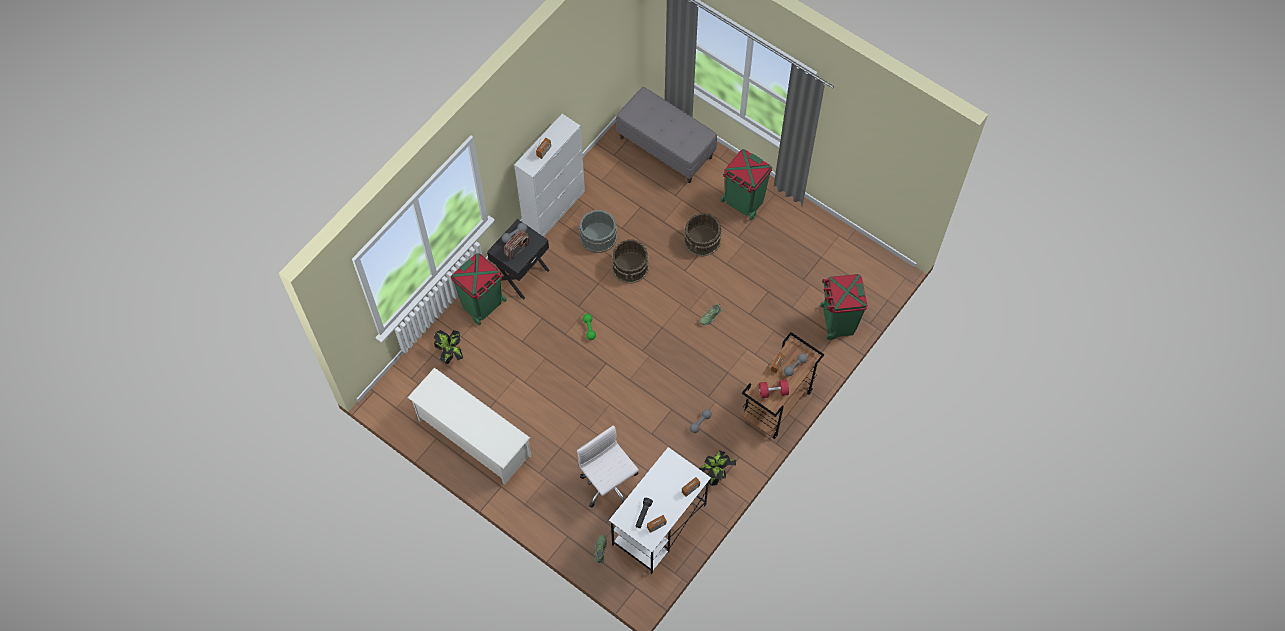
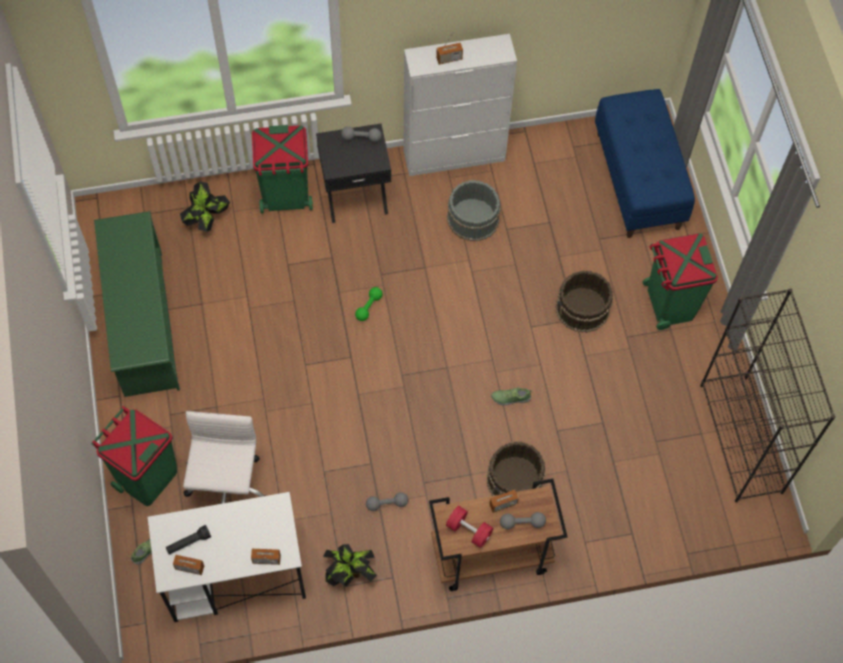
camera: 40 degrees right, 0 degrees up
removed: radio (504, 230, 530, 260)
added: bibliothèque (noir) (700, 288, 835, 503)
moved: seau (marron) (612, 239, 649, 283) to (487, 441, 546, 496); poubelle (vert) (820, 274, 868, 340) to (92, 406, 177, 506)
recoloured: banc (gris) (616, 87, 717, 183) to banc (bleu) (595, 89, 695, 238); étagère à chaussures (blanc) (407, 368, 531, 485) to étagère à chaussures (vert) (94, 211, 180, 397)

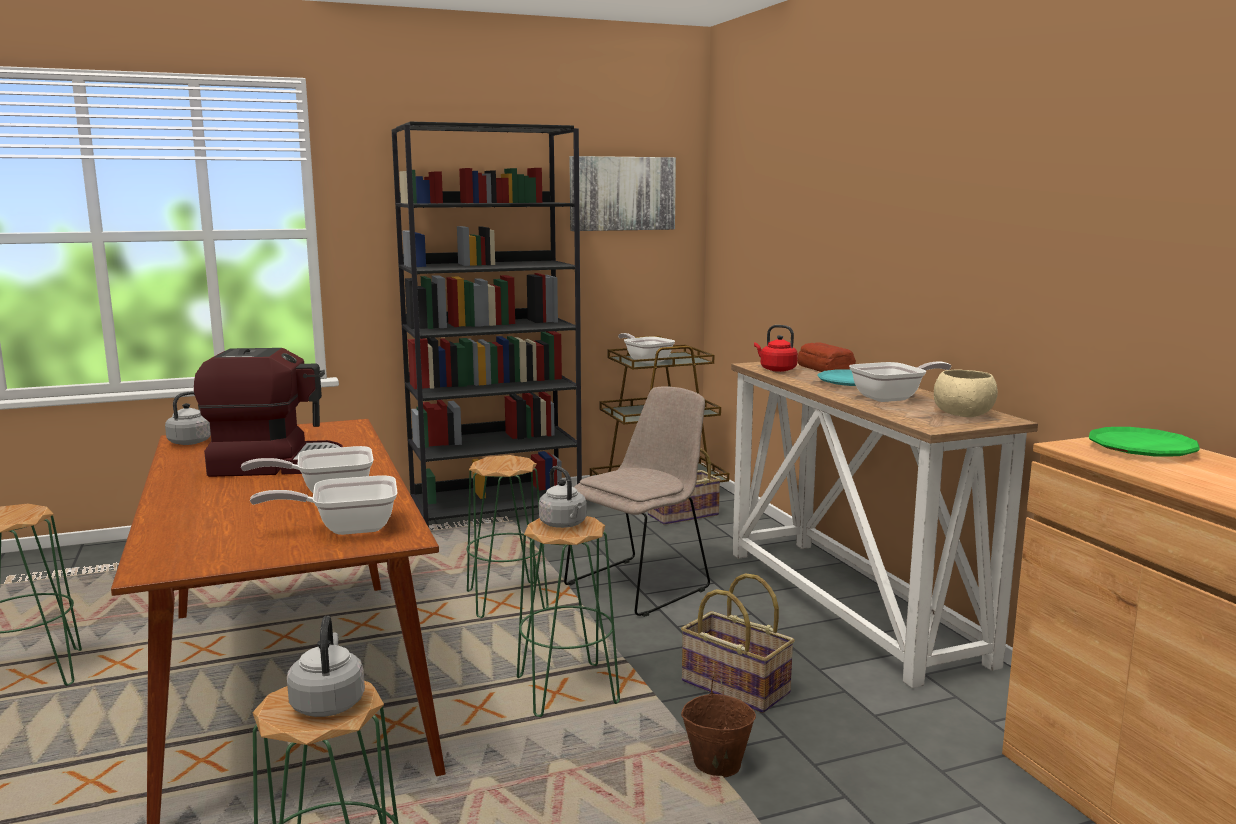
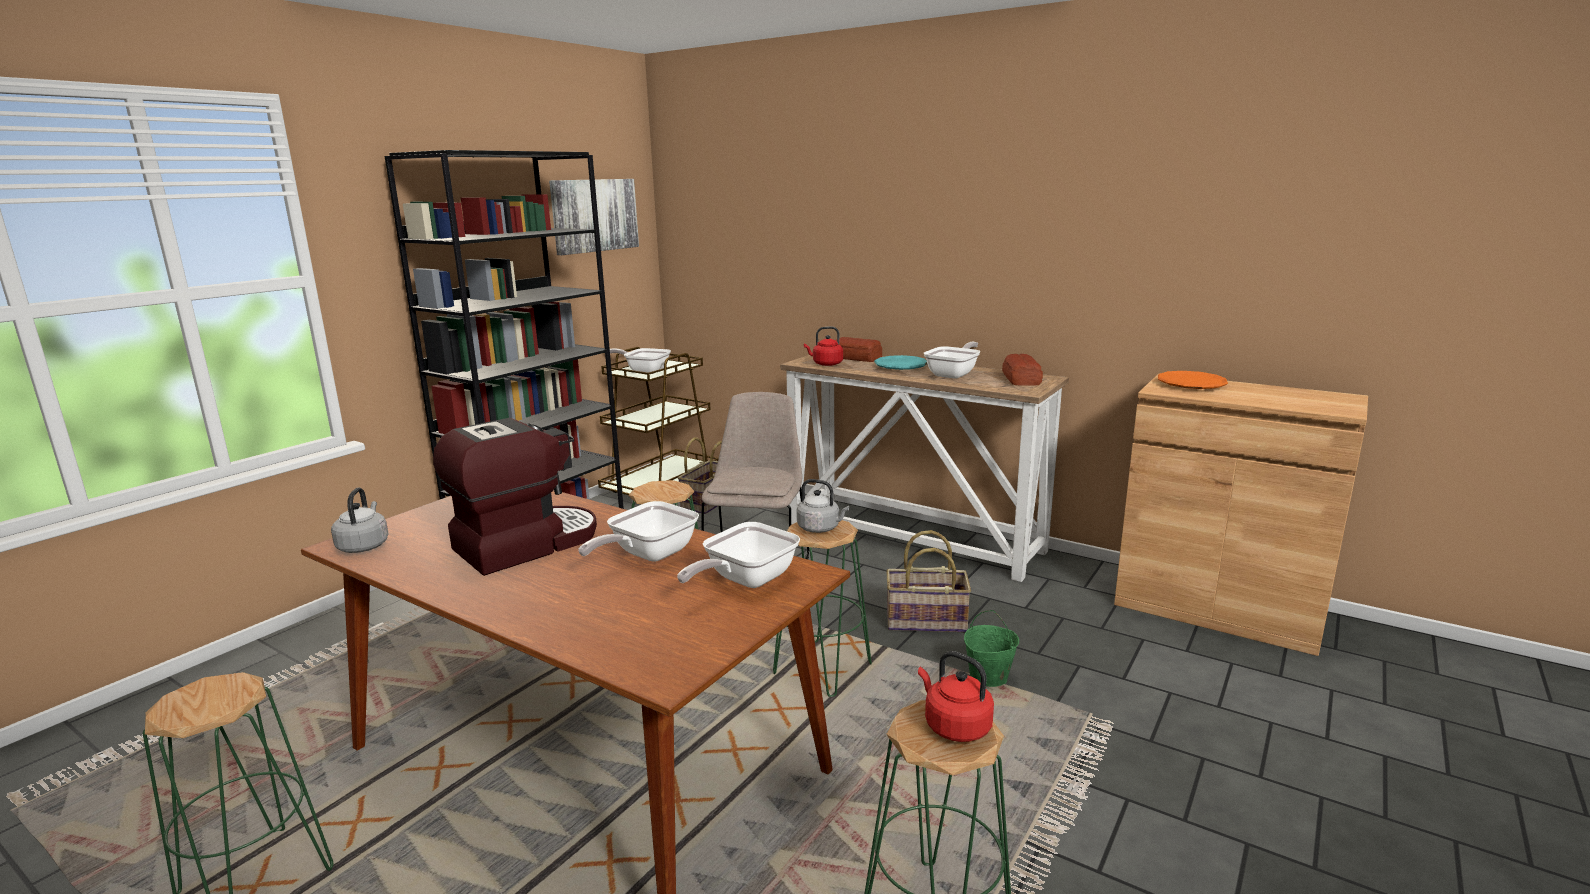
camera: 35 degrees left, 5 degrees up
replaced: bol (beige) (934, 369, 998, 417) to pain (1002, 354, 1043, 386)
recoloured: assiette (vert) (1089, 427, 1200, 457) to assiette (orange) (1158, 371, 1228, 389); bouilloire (gris) (287, 616, 365, 717) to bouilloire (rouge) (918, 651, 994, 742); seau (marron) (681, 674, 756, 777) to seau (vert) (964, 610, 1019, 687)

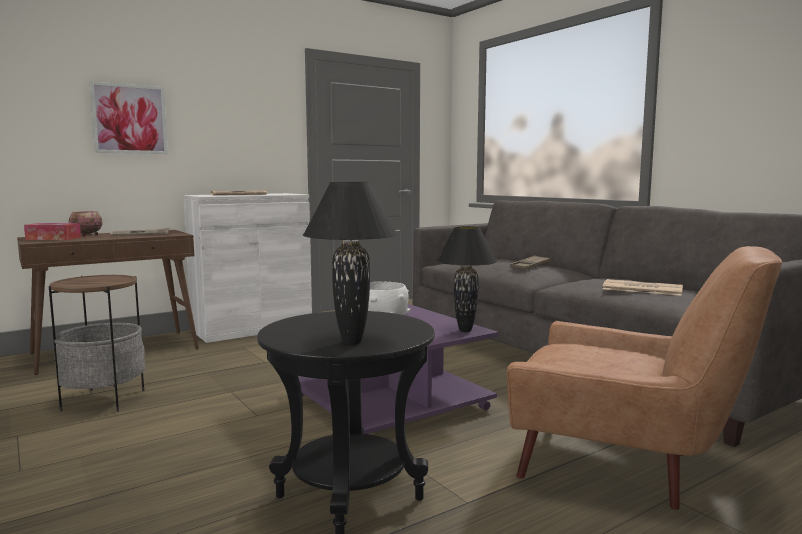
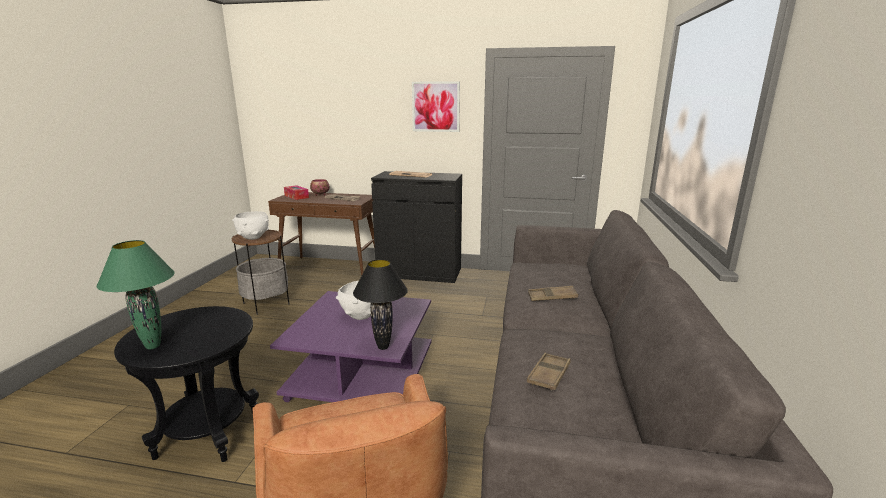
camera: 45 degrees right, 10 degrees up
added: bol (blanc) (232, 211, 269, 240)
moved: tableau (90, 81, 168, 154) to (412, 81, 460, 132)
replaced: journal (602, 279, 683, 296) to plateau (marron) (527, 353, 571, 391)
recoloured: lampe de table (noir) (303, 182, 398, 345) to lampe de table (vert) (96, 240, 175, 349); meuble de rangement (blanc) (183, 193, 312, 343) to meuble de rangement (noir) (371, 171, 462, 283)

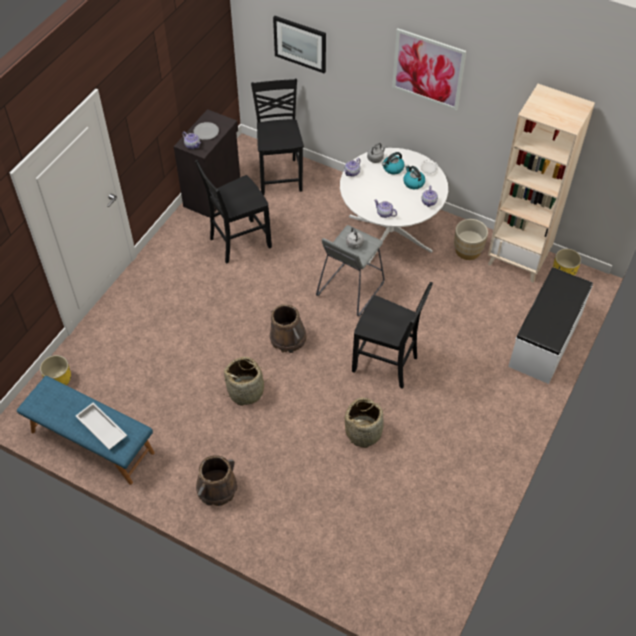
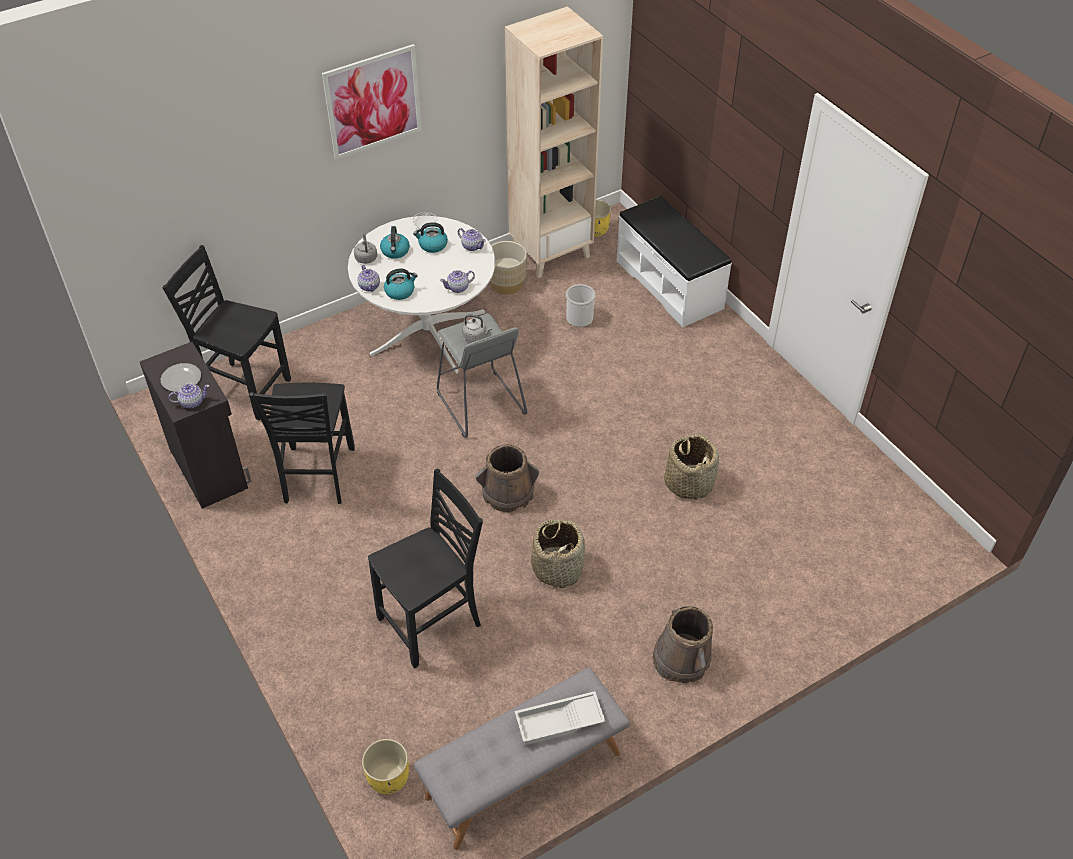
camera: 60 degrees left, 5 degrees down
removed: tableau (273, 16, 326, 73)
added: bouilloire (384, 268, 418, 300); seau (566, 284, 596, 327)
moved: chaise (noir) (352, 282, 433, 389) to (368, 468, 483, 668)
recoloured: banc (bleu) (17, 376, 155, 485) to banc (gris) (414, 667, 630, 850)

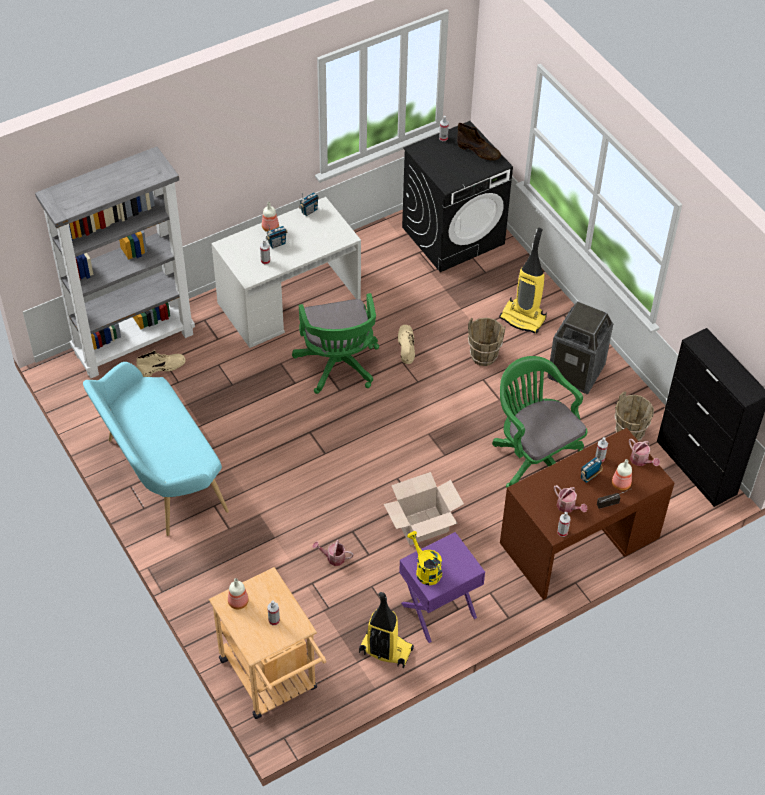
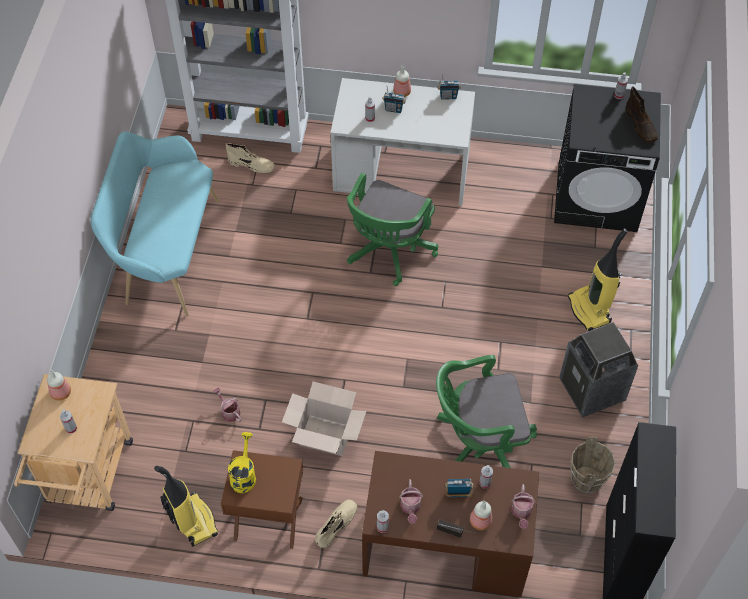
camera: 40 degrees right, 5 degrees up
removed: seau (marron) (468, 318, 506, 366)
moved: botte (beige) (398, 325, 415, 364) to (315, 500, 357, 548)
recoloured: table de chevet (violet) (399, 532, 485, 643) to table de chevet (marron) (221, 450, 303, 549)
turned: chaise de bureau (vert) (492, 356, 587, 488) = (436, 355, 537, 468) 105 degrees counterclockwise

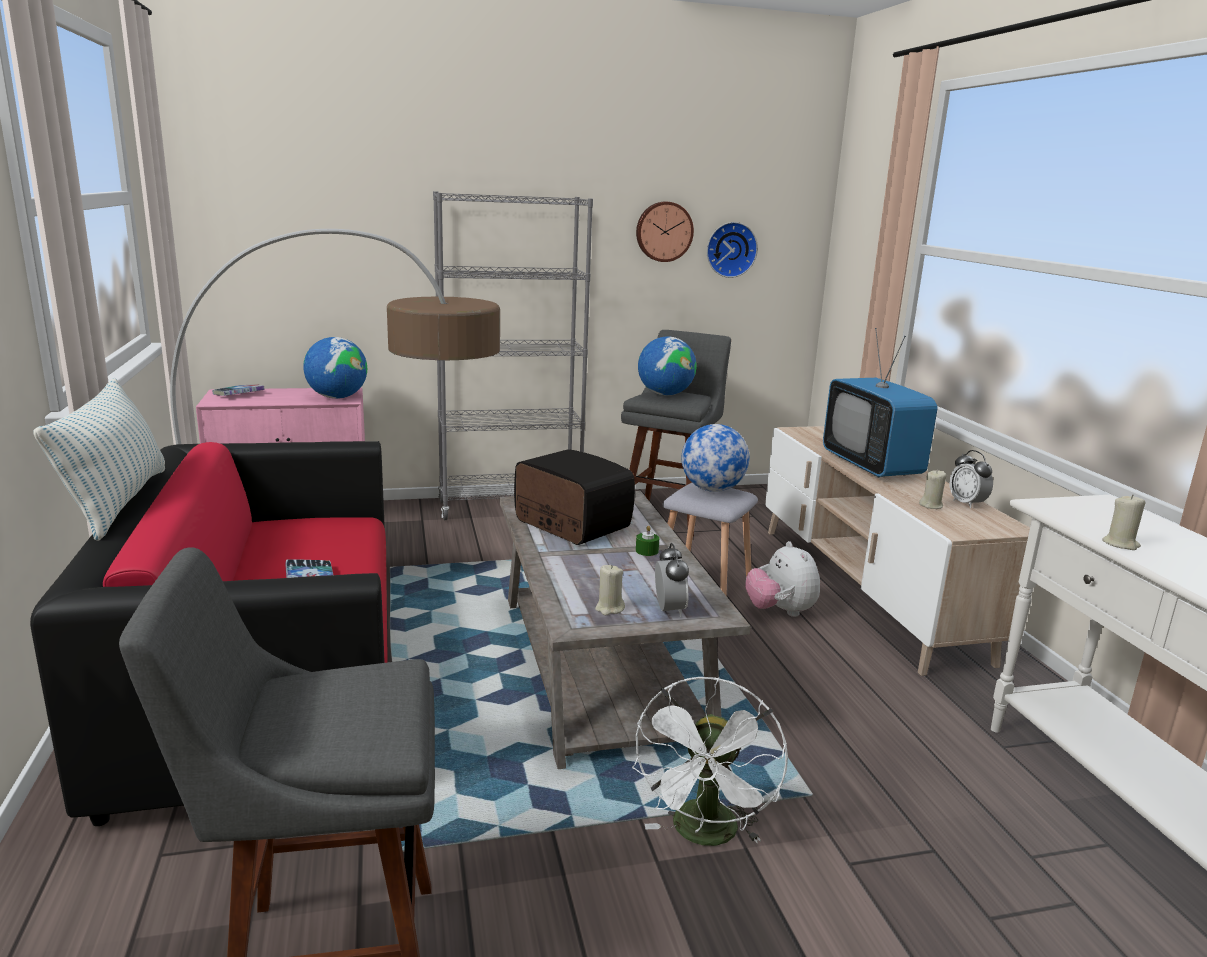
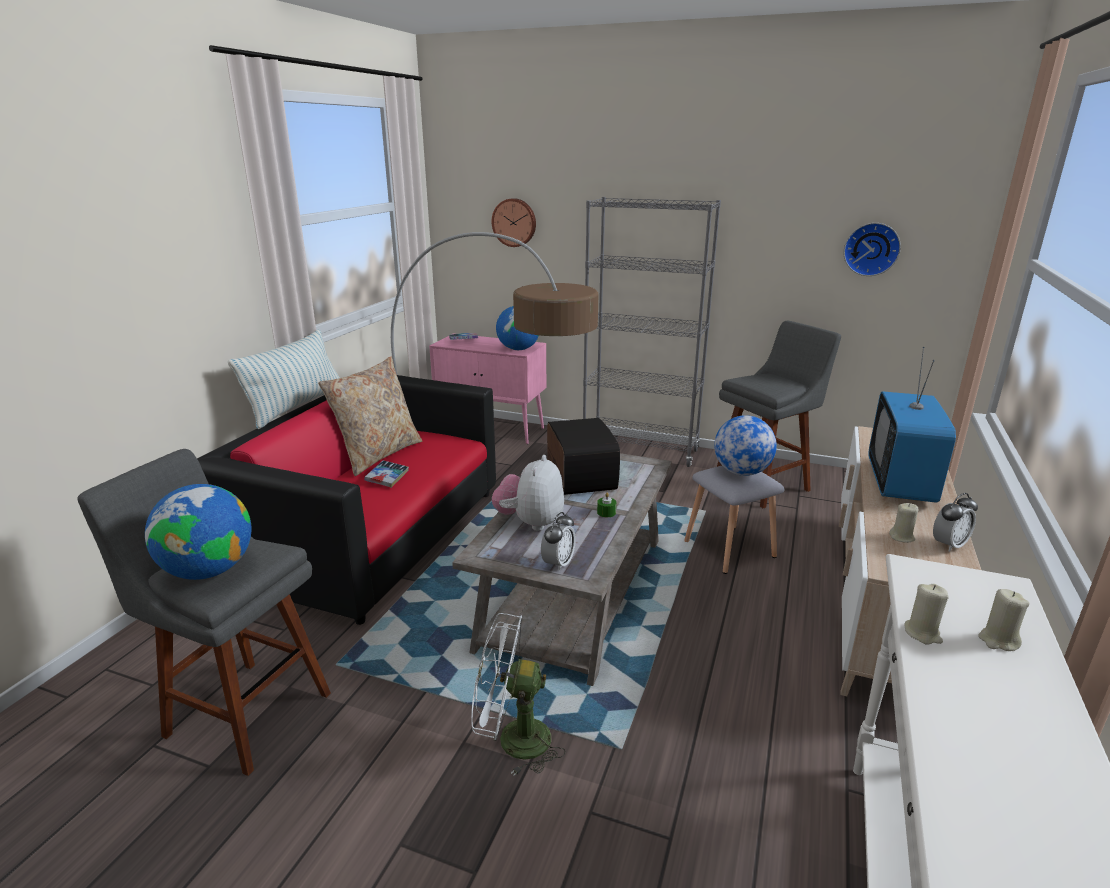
camera: 35 degrees right, 5 degrees up
added: coussin (beige) (318, 356, 422, 476)
moved: horloge murale (636, 202, 694, 262) to (492, 198, 536, 247); globe (638, 336, 697, 395) to (145, 484, 252, 580); peluche (745, 541, 820, 617) to (492, 455, 564, 531); bougie (beige) (595, 564, 625, 615) to (978, 589, 1029, 651)
turned: réveil (949, 450, 993, 508) = (933, 493, 978, 552) 135 degrees counterclockwise; ventilateur (blanc) (632, 677, 788, 846) = (471, 613, 566, 776) 45 degrees clockwise

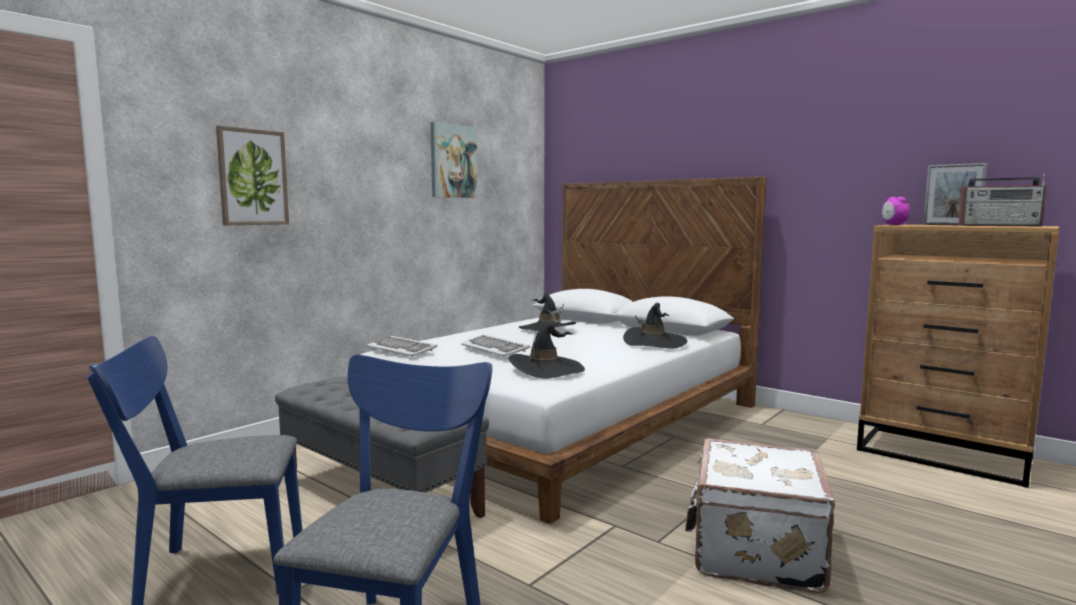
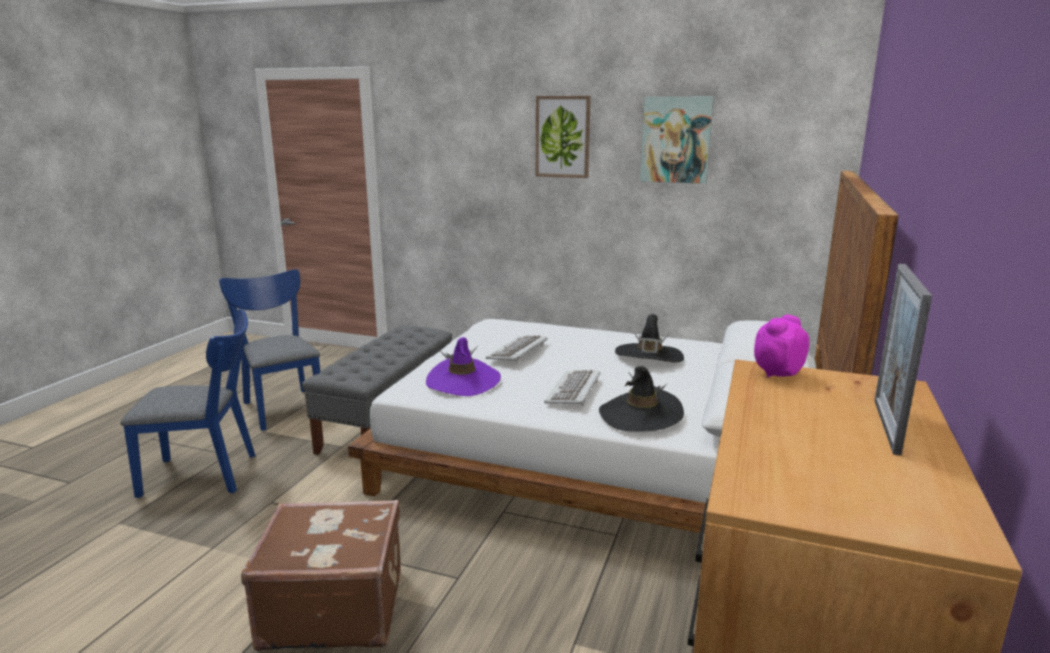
camera: 70 degrees right, 10 degrees up
removed: radio (958, 174, 1047, 227)
moved: tableau (216, 126, 289, 225) to (536, 96, 591, 178); clavier (367, 336, 437, 357) to (544, 370, 601, 406)
recoloured: chapeau (noir) (508, 321, 585, 379) to chapeau (violet) (426, 337, 501, 396); valise (blanc) (685, 438, 835, 593) to valise (marron) (241, 500, 401, 651)

